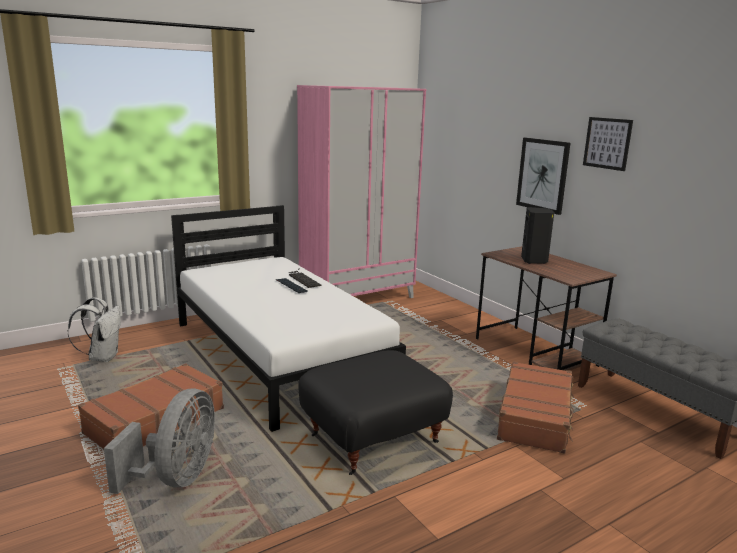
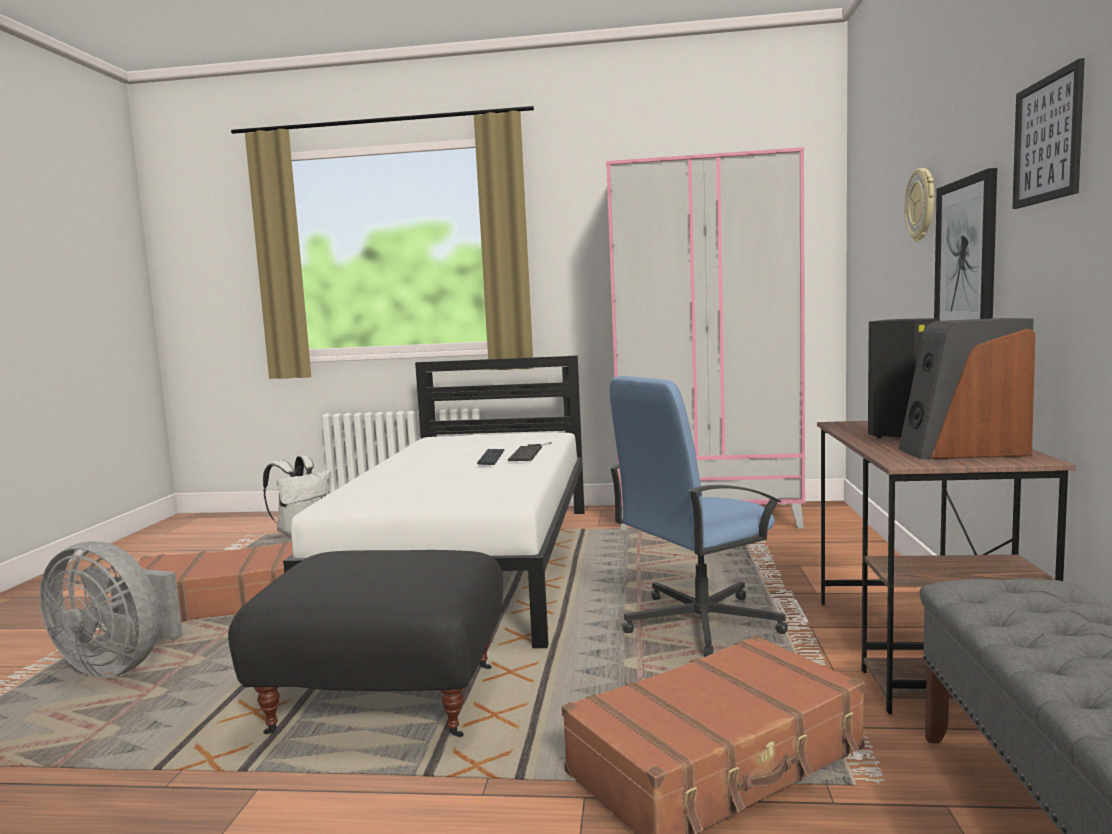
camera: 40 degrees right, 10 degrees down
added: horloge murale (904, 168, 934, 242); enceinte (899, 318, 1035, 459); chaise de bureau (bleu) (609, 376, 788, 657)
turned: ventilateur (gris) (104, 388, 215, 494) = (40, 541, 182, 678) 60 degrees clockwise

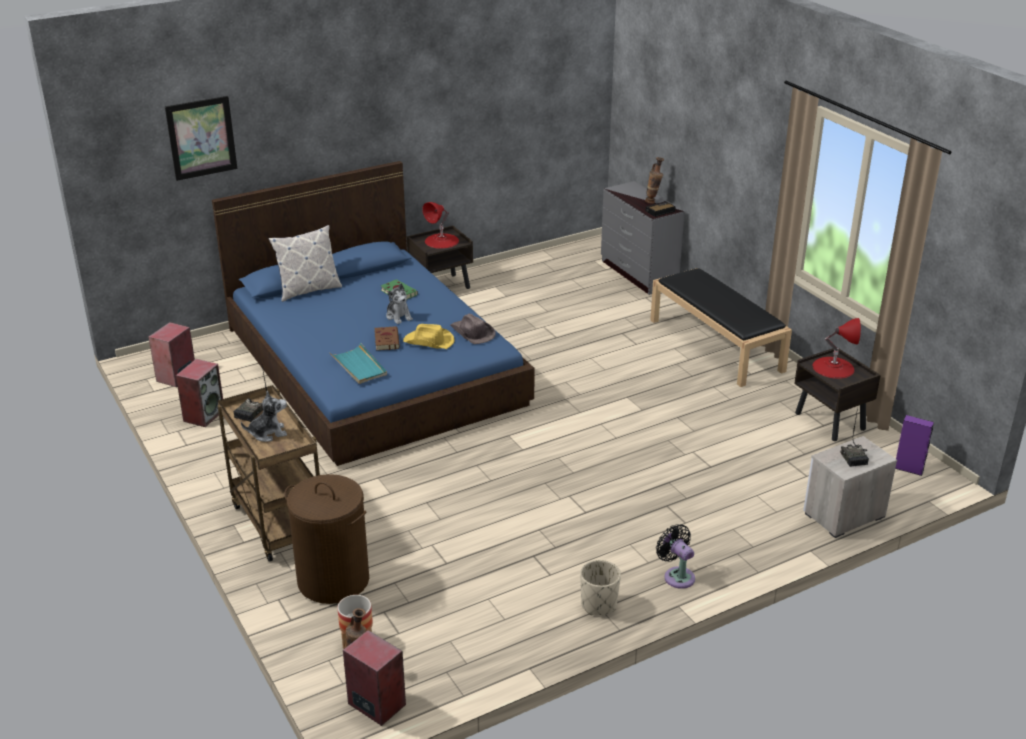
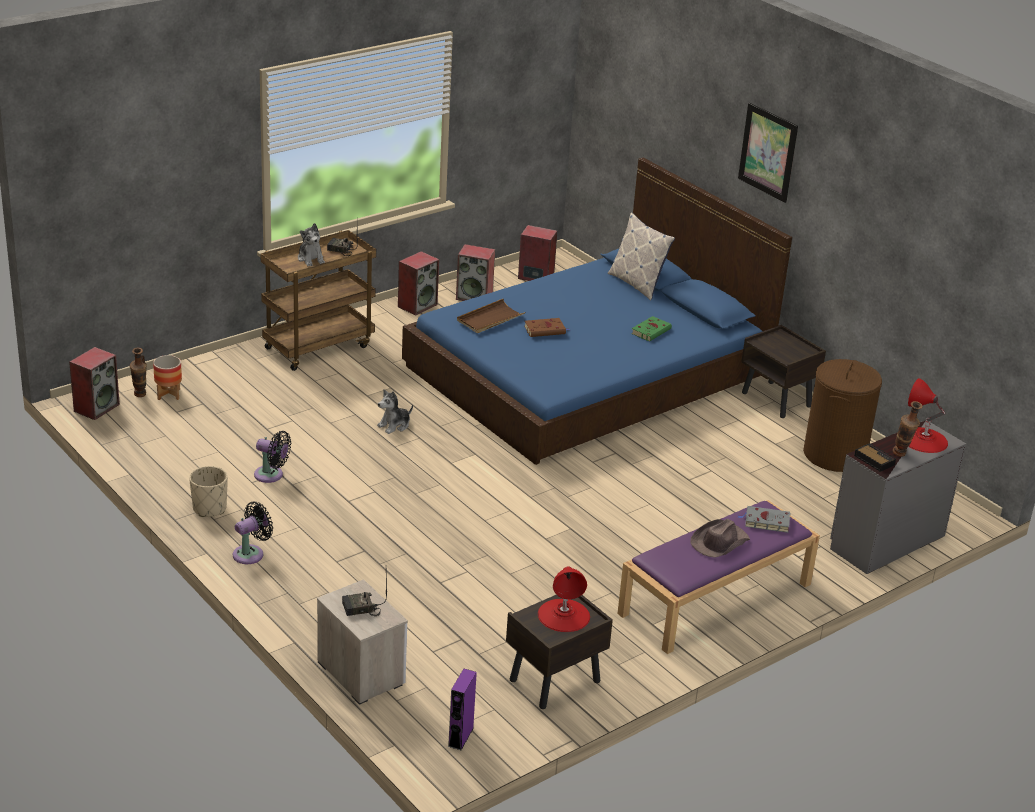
camera: 80 degrees right, 0 degrees up
removed: chapeau (jaune) (403, 324, 455, 349)
added: enceinte (398, 251, 439, 316); ventilateur (noir) (254, 431, 291, 483); livre (gris) (737, 506, 791, 533)
moved: tableau (165, 96, 237, 181) to (738, 103, 798, 203); lampe de table (rouge) (422, 202, 459, 249) to (908, 378, 948, 453); peluche (386, 283, 413, 324) to (377, 389, 413, 434); chapeau (marron) (450, 314, 496, 344) to (690, 519, 750, 558); panier à linge (marron) (284, 474, 369, 604) to (803, 359, 882, 472)
recoloured: banc (noir) (650, 268, 792, 387) to banc (violet) (617, 500, 820, 654); plateau (turquoise) (329, 343, 387, 384) to plateau (marron) (457, 299, 526, 333)

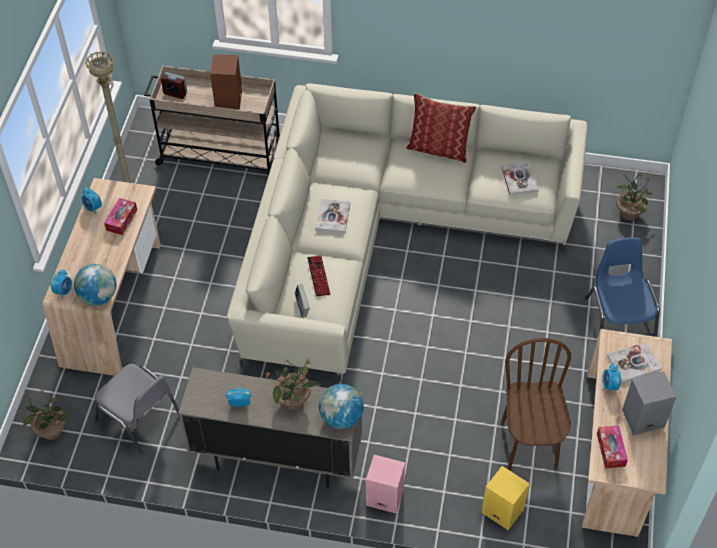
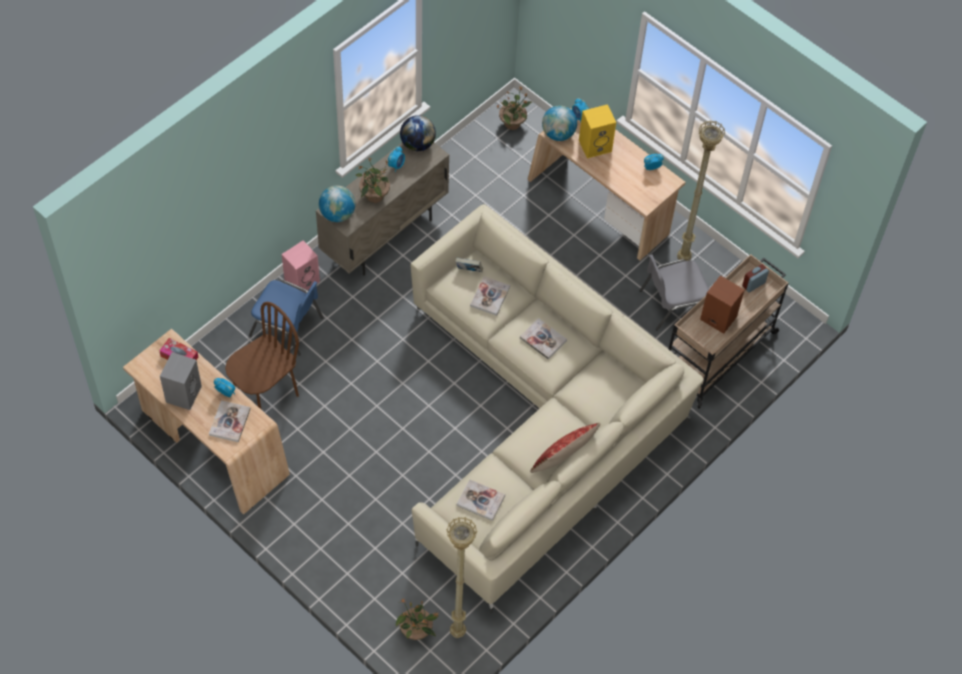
camera: 120 degrees right, 5 degrees up
removed: boîte à mouchoirs (104, 198, 137, 235)
added: globe (400, 115, 436, 151); lampadaire (beige) (446, 517, 477, 638)
moved: chaise (bleu) (585, 237, 660, 337) to (249, 280, 323, 356); chaise (gris) (95, 364, 179, 454) to (639, 254, 709, 331); enceinte (jaune) (482, 466, 530, 530) to (579, 104, 616, 158)
replaced: clavier (307, 256, 330, 297) to livre (470, 276, 510, 316)
turned: chaise (marron) (501, 338, 571, 470) = (225, 302, 299, 409) 75 degrees counterclockwise

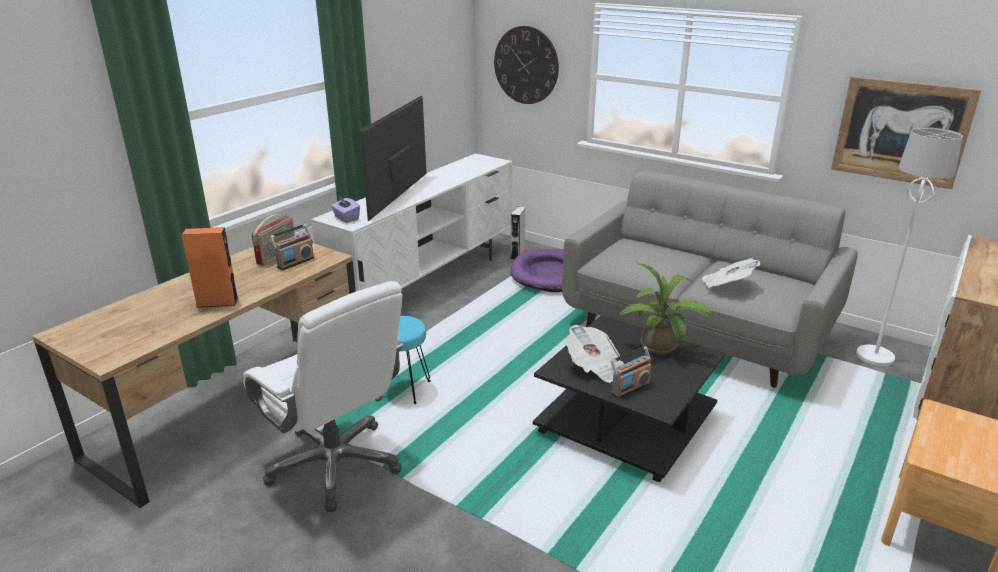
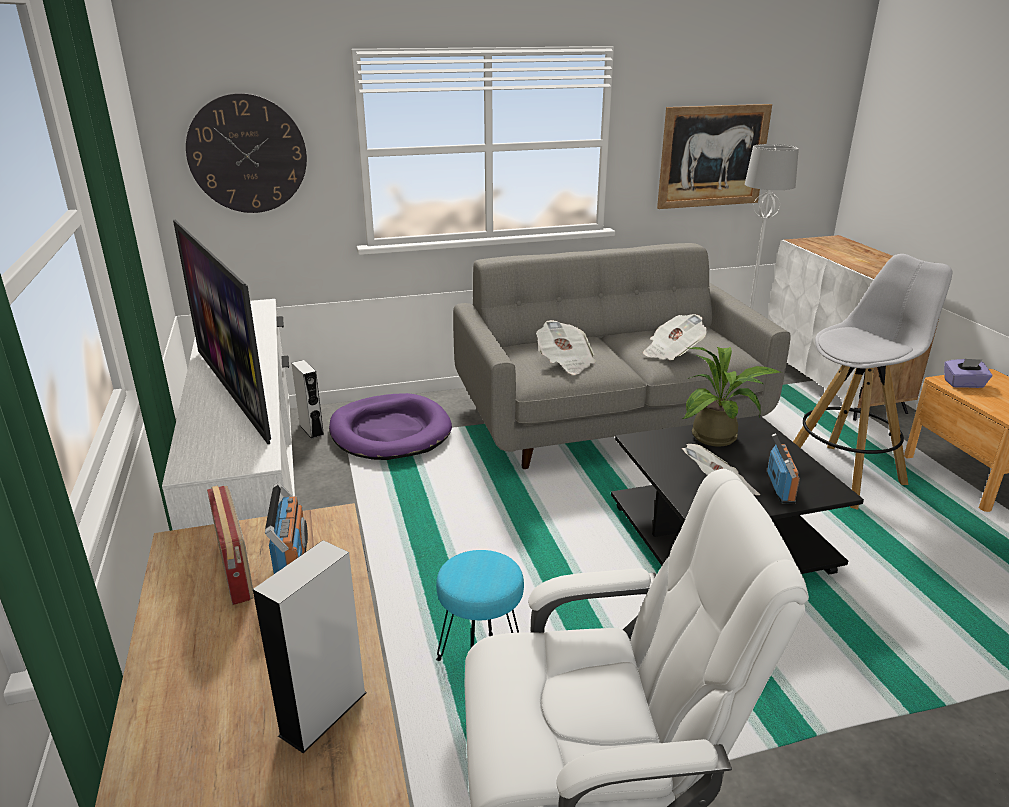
camera: 50 degrees left, 0 degrees up
added: tabouret (blanc) (793, 254, 953, 510); journal (536, 320, 596, 375)
moved: boîte à mouchoirs (violet) (331, 196, 360, 223) to (944, 359, 992, 388)
recoloured: enceinte (orange) (182, 227, 238, 308) to enceinte (gris) (253, 540, 367, 753)

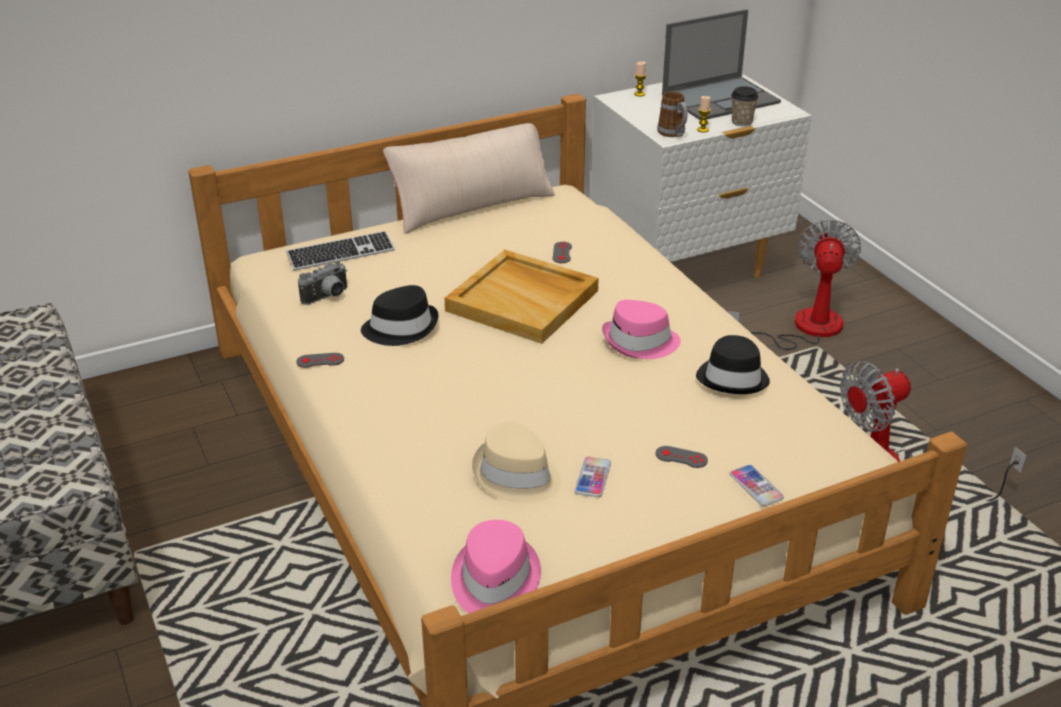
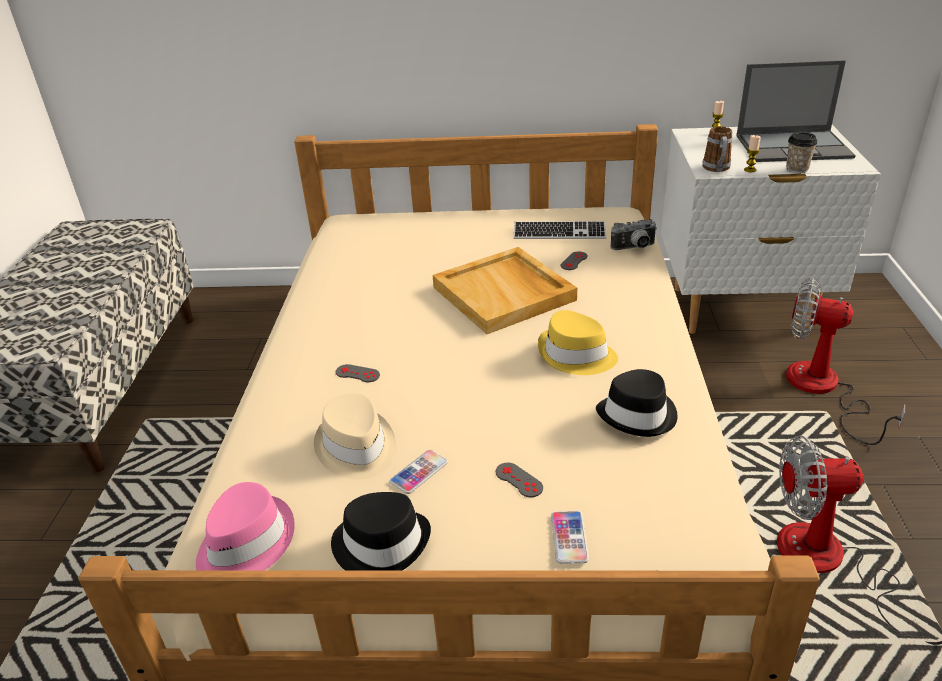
camera: 30 degrees right, 0 degrees up
removed: coussin (beige) (383, 123, 555, 234)
moved: clavier (286, 231, 395, 271) to (514, 221, 606, 239); appareil photo (298, 261, 347, 305) to (611, 219, 656, 250); chapeau (noir) (361, 285, 439, 346) to (331, 492, 431, 570); manette (gris) (296, 353, 344, 368) to (336, 364, 380, 382)
recoloured: chapeau (rose) (602, 300, 681, 359) to chapeau (jaune) (538, 310, 618, 375)
turned: ventilateur (727, 219, 861, 350) = (786, 278, 905, 445) 105 degrees counterclockwise

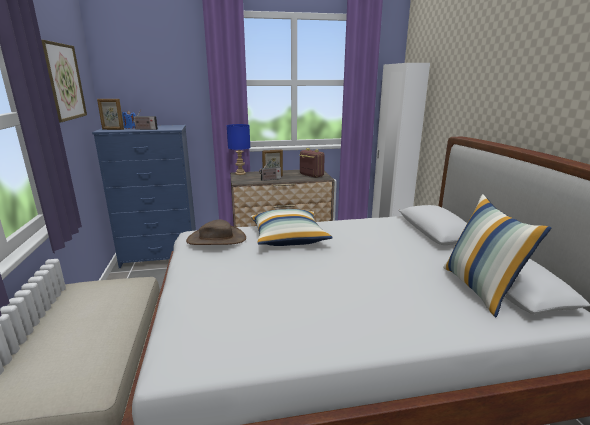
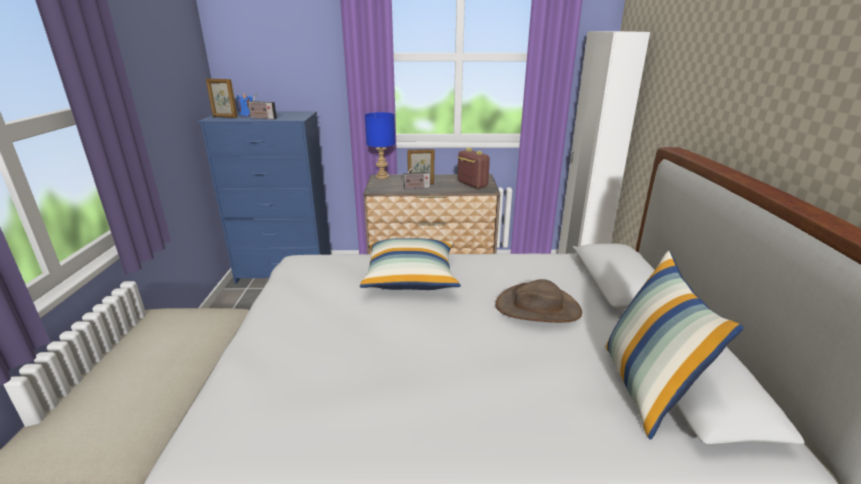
camera: 10 degrees right, 5 degrees up
removed: tableau (42, 40, 87, 122)
moved: chapeau (marron) (186, 219, 246, 245) to (495, 279, 582, 323)

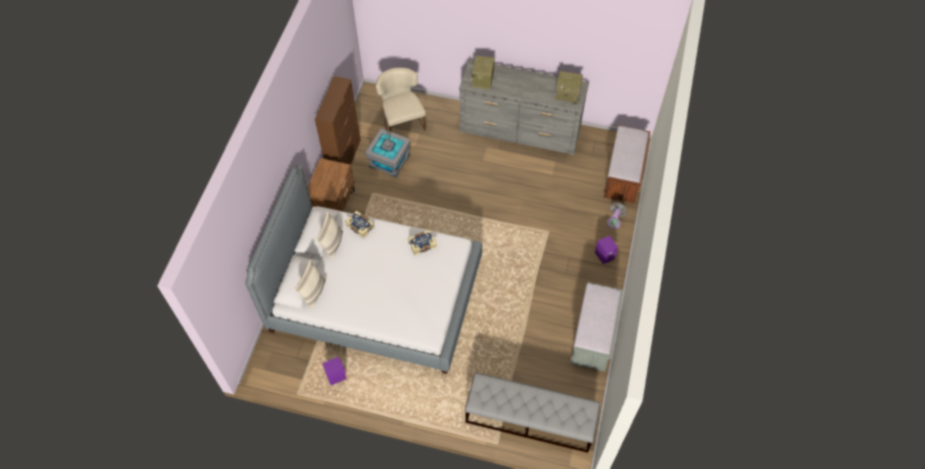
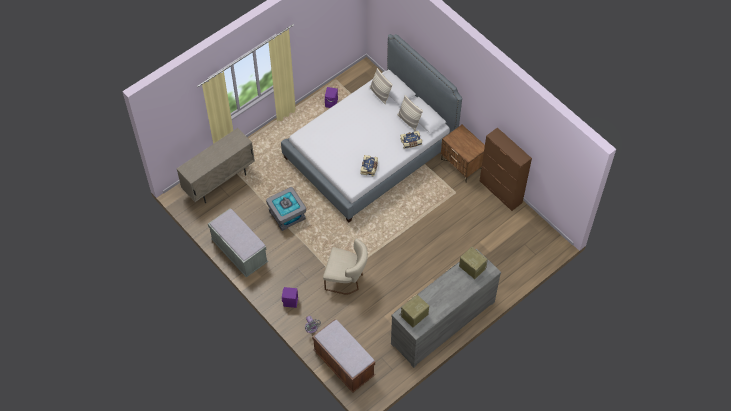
camera: 125 degrees right, 0 degrees up
moved: chaise (beige) (376, 68, 426, 132) to (323, 238, 368, 295); boîte de rangement (gris) (365, 129, 411, 178) to (266, 187, 306, 231)
replaced: banc (gris) (465, 373, 600, 453) to meuble de rangement (beige) (177, 128, 255, 203)

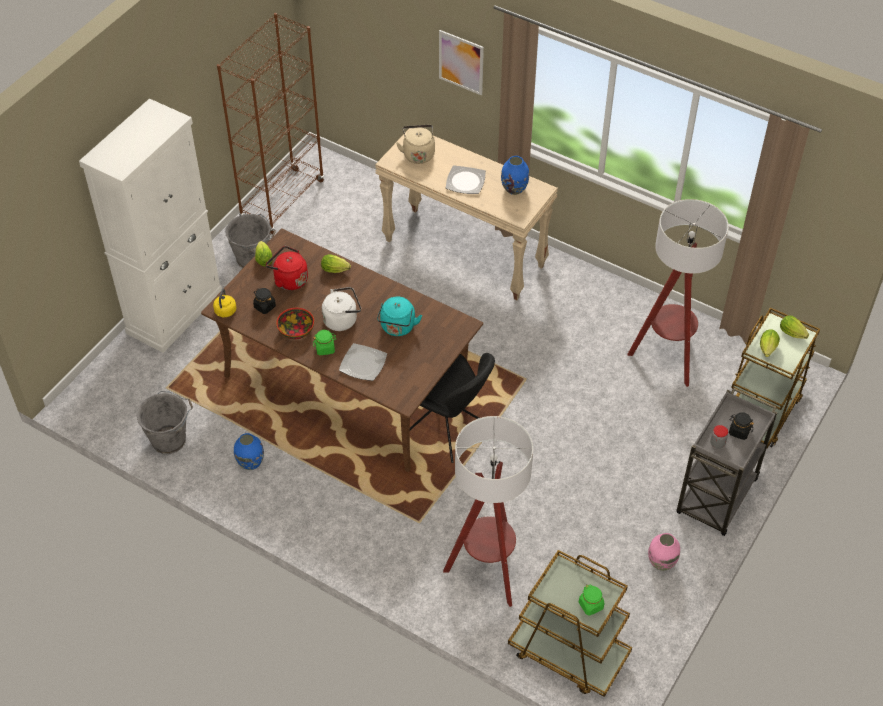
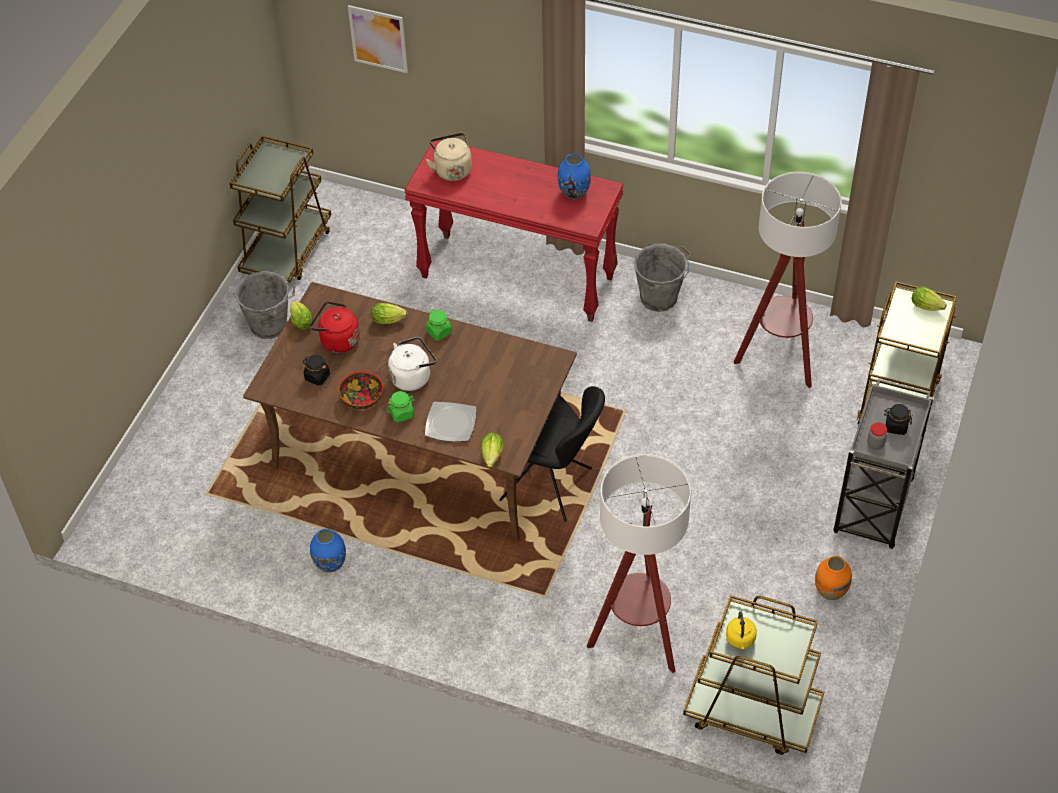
camera: 10 degrees left, 0 degrees up
removed: meuble de rangement (blanc) (79, 98, 222, 353); assiette (446, 165, 486, 194); bouilloire (turquoise) (377, 296, 422, 336)
moved: tableau (439, 30, 484, 95) to (348, 5, 408, 73); bouilloire (jaune) (213, 289, 236, 317) to (726, 611, 757, 649); laitue (760, 329, 780, 357) to (481, 433, 504, 467); seau (gris) (136, 391, 193, 454) to (634, 243, 690, 312); bocal (vert) (579, 584, 604, 616) to (426, 309, 452, 341)
replaced: bibliothèque (marron) (217, 13, 324, 234) to chariot (marron) (229, 135, 331, 284)
recoloured: table console (beige) (375, 128, 558, 300) to table console (rouge) (404, 140, 624, 322); vase (rose) (648, 533, 680, 571) to vase (orange) (815, 556, 852, 600)

